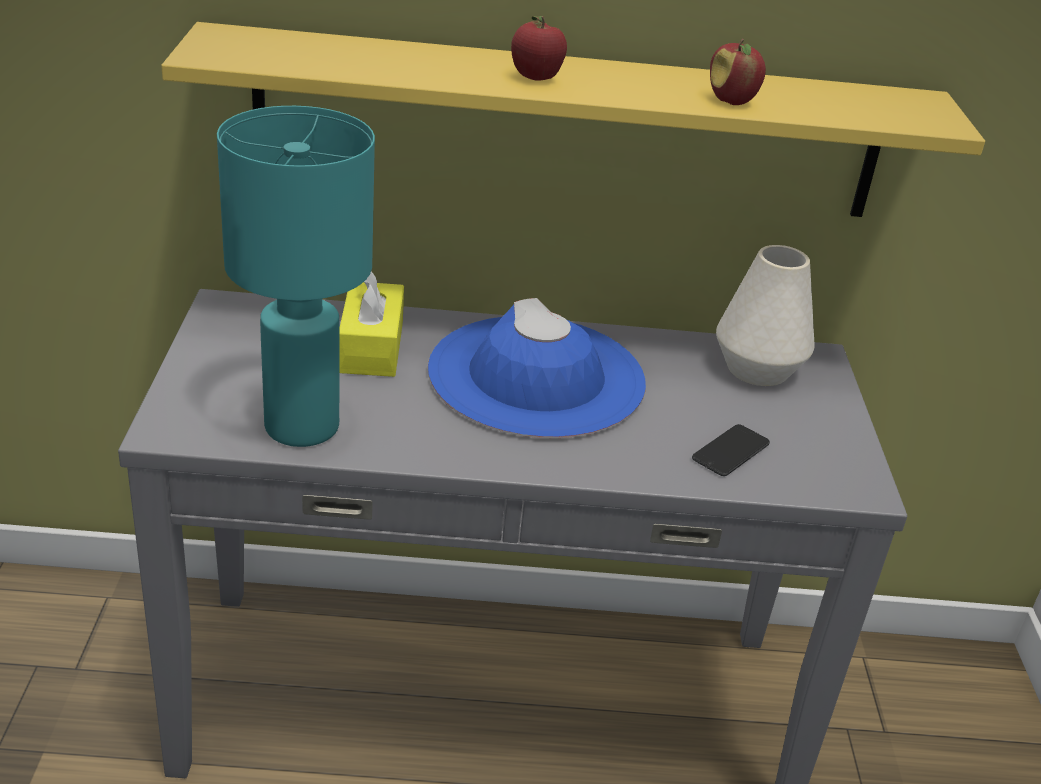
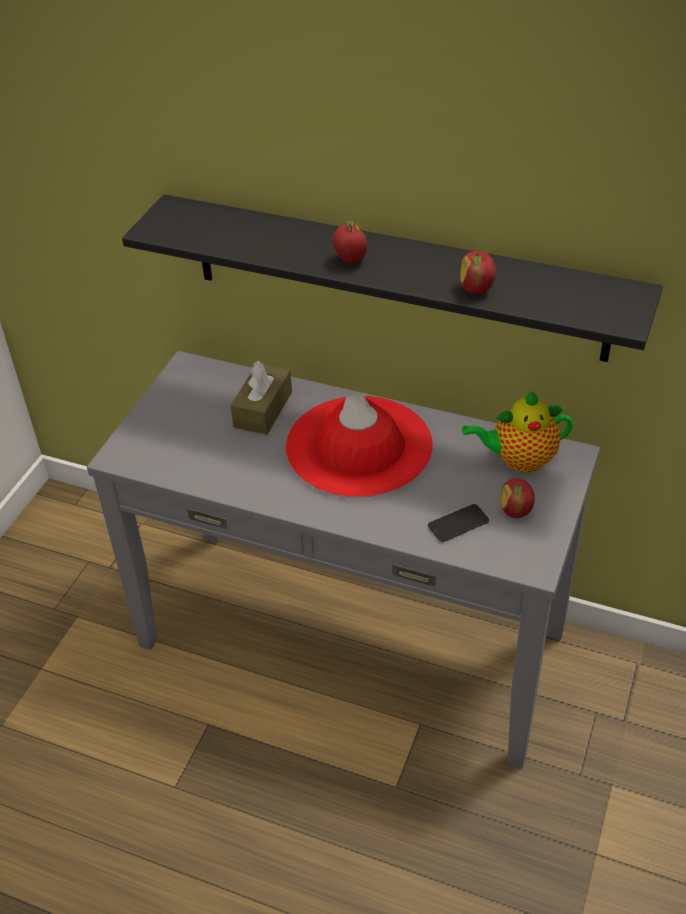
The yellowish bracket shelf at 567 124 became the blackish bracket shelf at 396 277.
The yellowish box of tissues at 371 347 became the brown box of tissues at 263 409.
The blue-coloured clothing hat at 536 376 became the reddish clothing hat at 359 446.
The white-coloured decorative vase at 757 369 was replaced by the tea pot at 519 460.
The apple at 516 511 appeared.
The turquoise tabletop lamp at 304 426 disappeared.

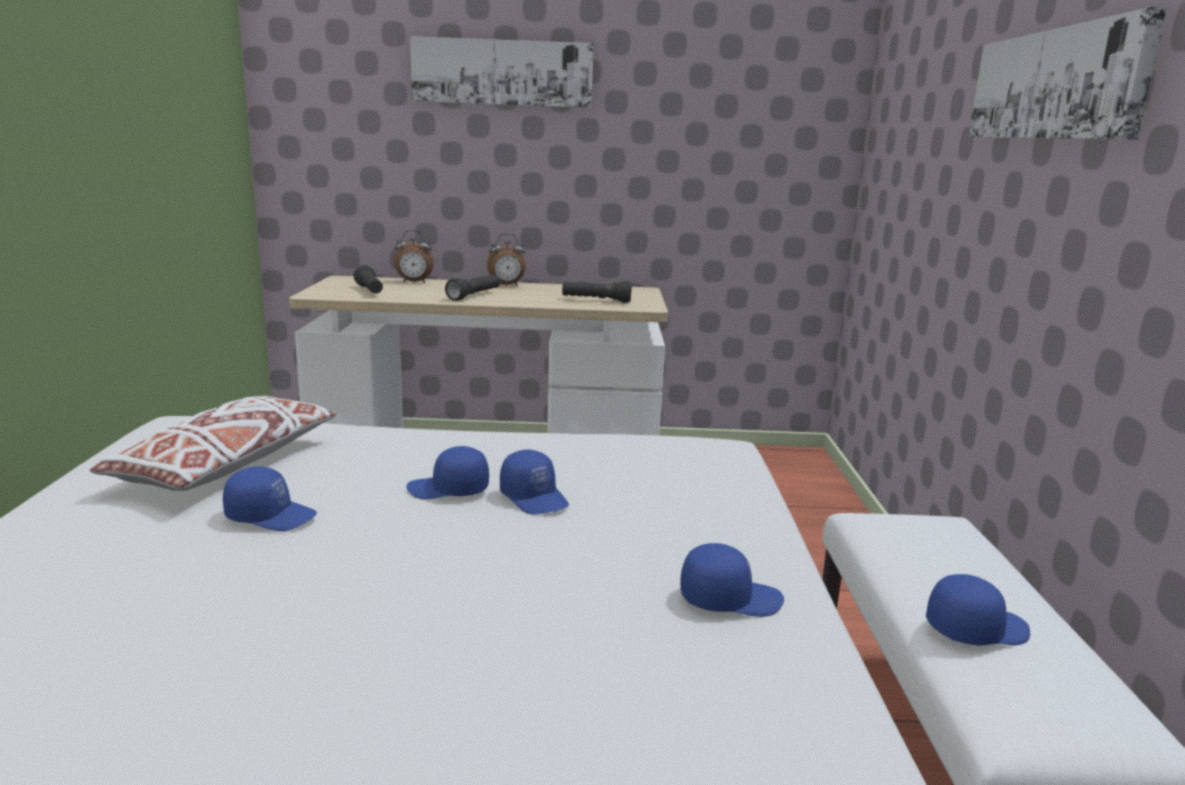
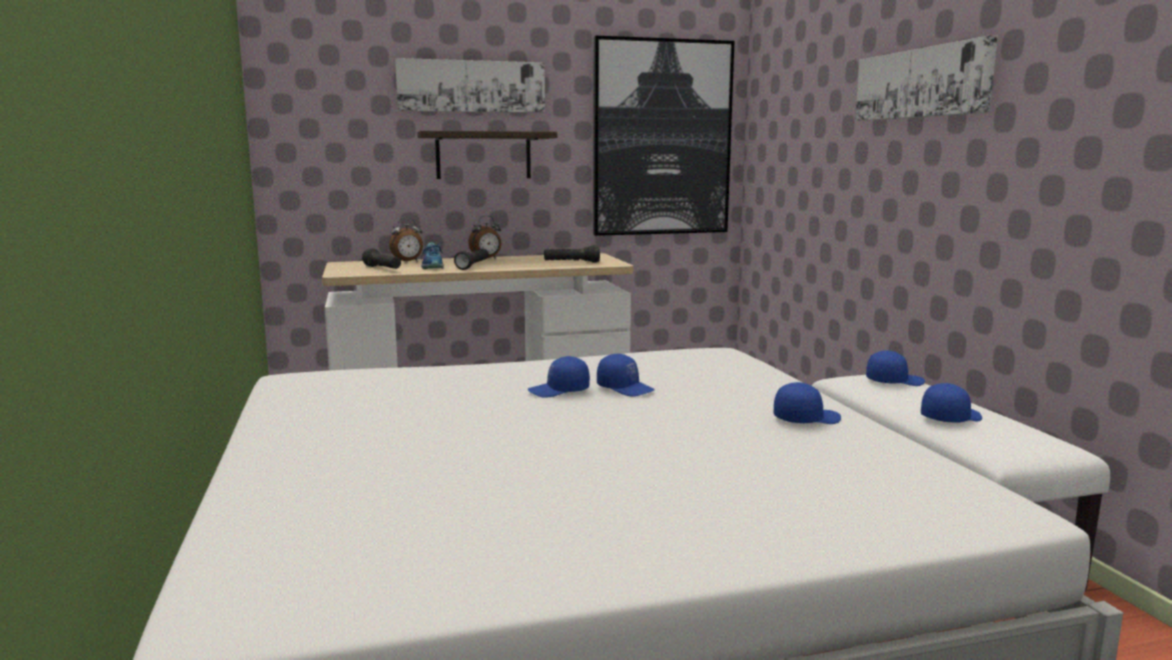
The bracket shelf at 483 155 appeared.
The shoe at 433 266 appeared.
The picture at 662 138 appeared.
The blue-coloured peaked cap moved from 271 516 to 894 381.
The white-coloured throw pillow at 227 464 disappeared.

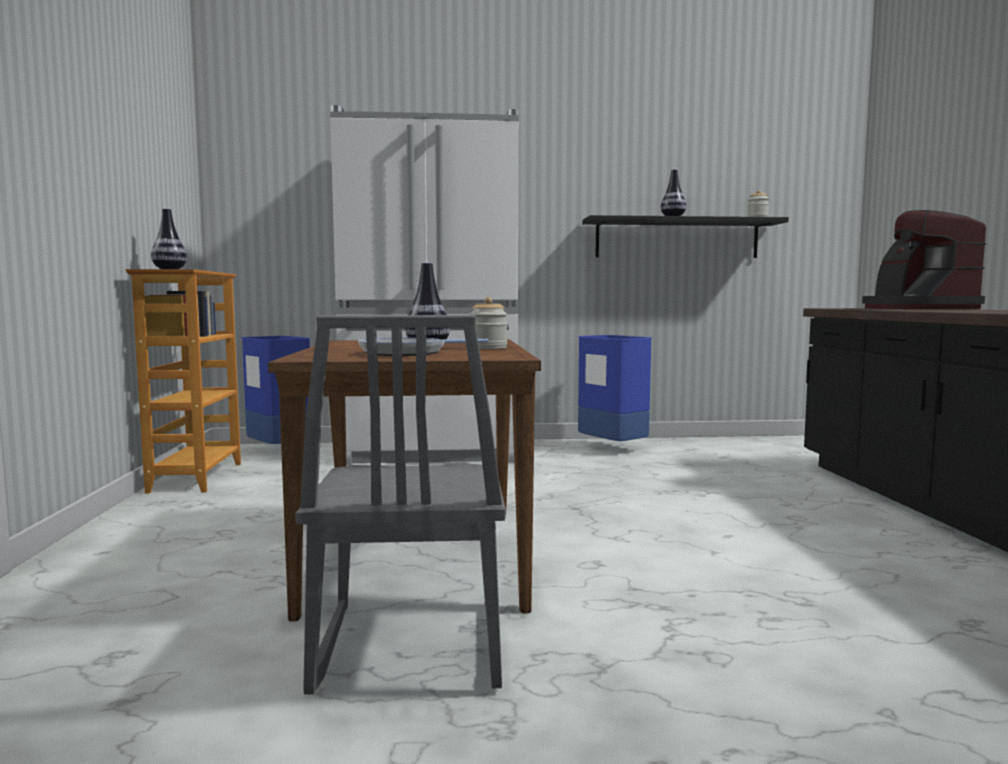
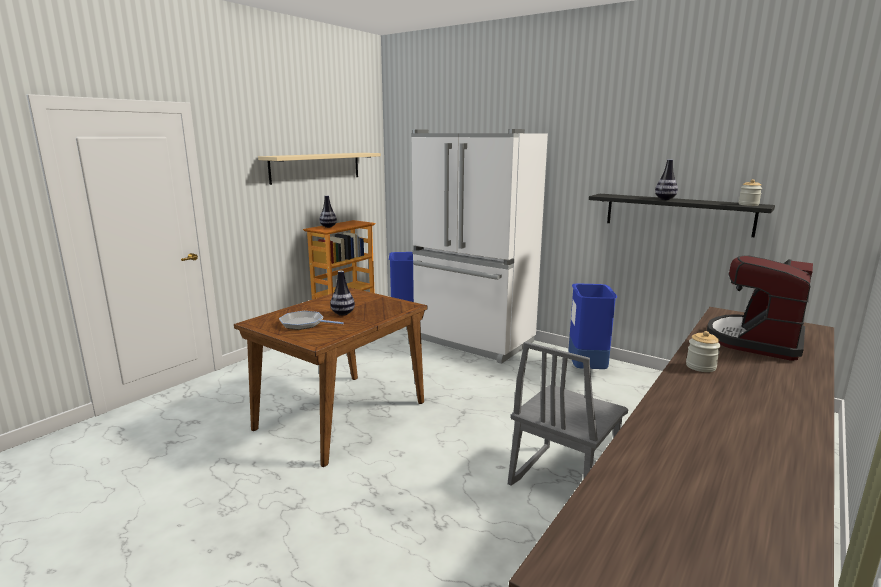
The beige bracket shelf at 316 167 appeared.
The grey chair moved from 408 646 to 562 479.
The jar moved from 488 348 to 700 366.

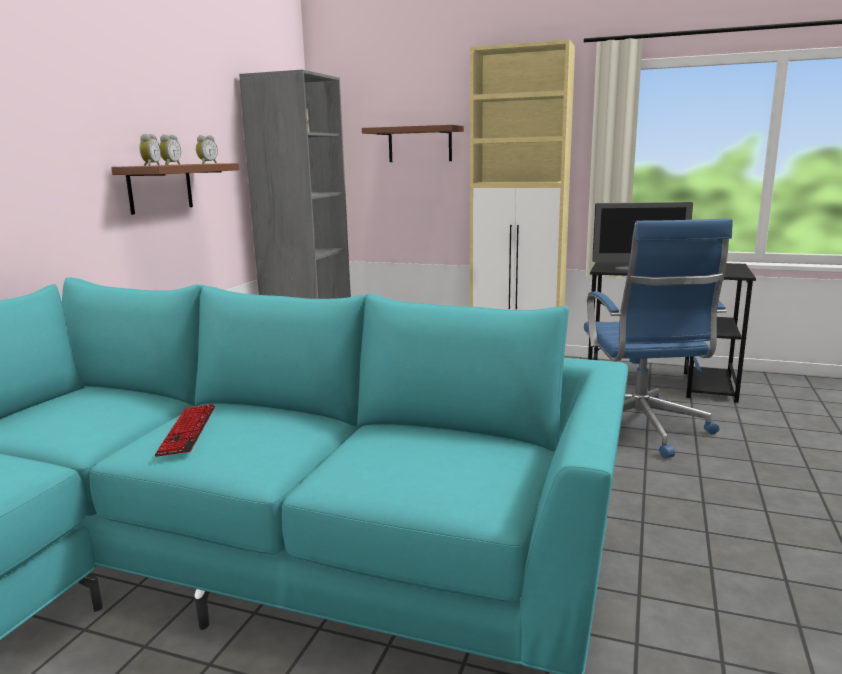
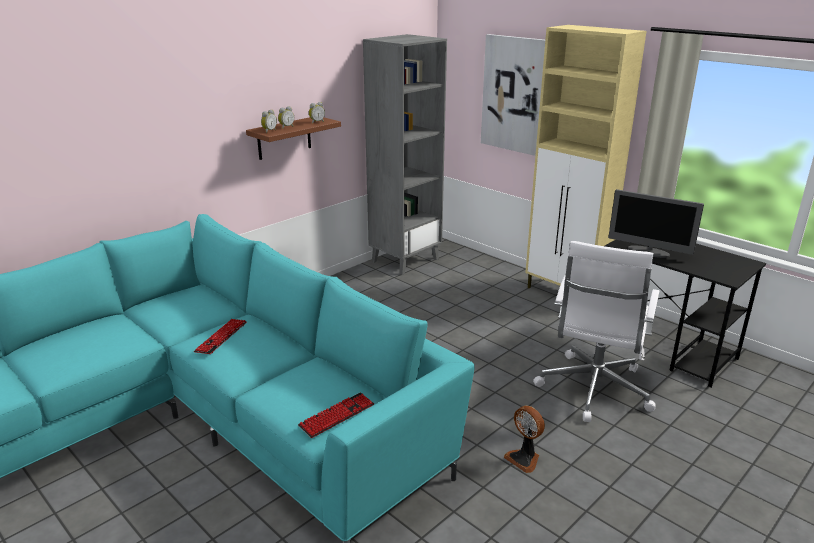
The computer keyboard at 337 416 appeared.
The brown bracket shelf at 420 144 was replaced by the picture at 515 94.
The fan at 524 459 appeared.
The blue-coloured office chair at 640 429 became the white-coloured office chair at 593 390.

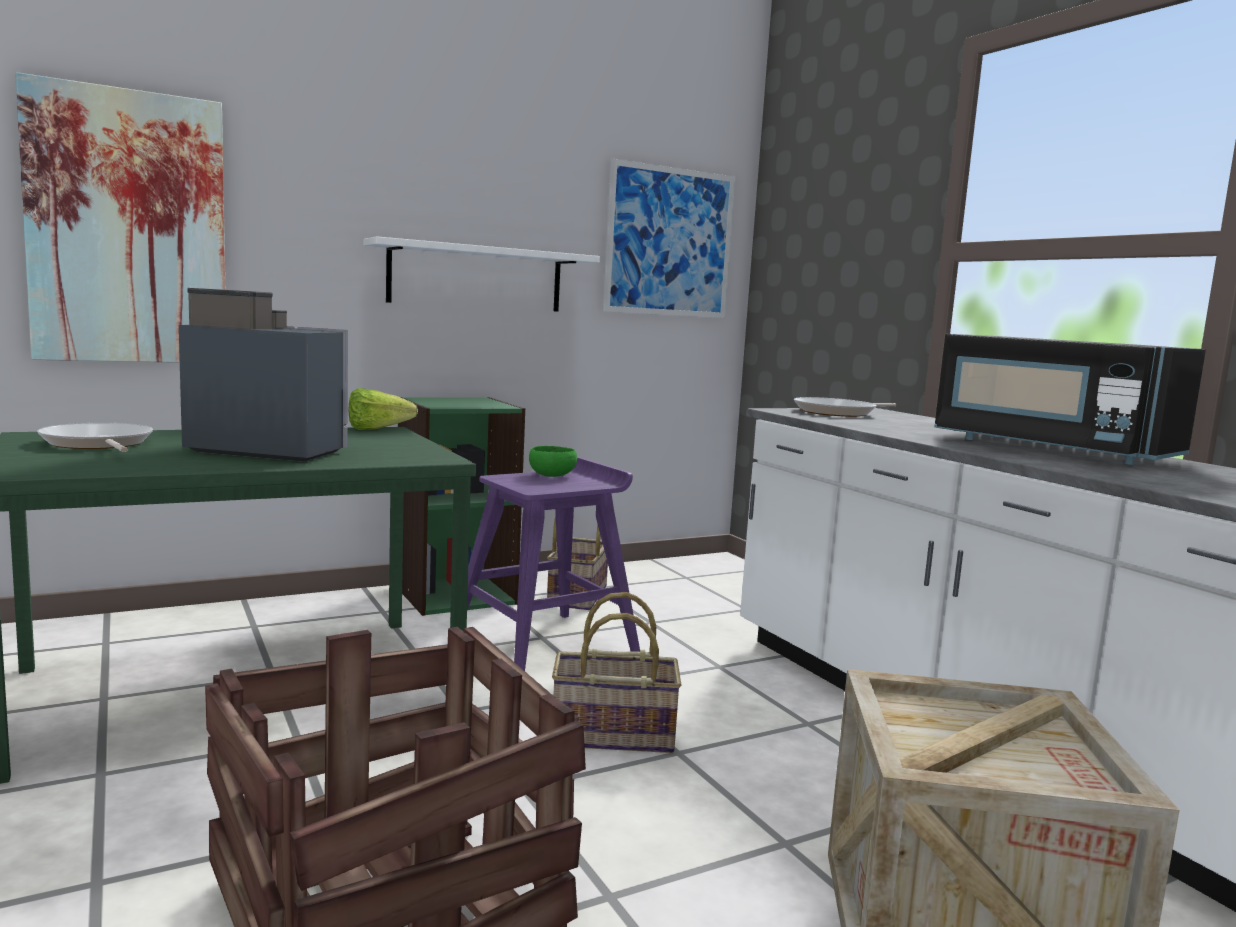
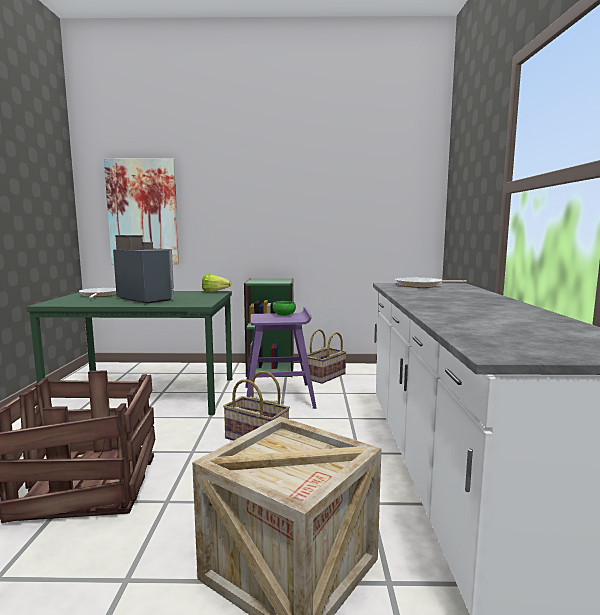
The white-coloured bracket shelf at 476 277 disappeared.
The picture at 669 242 disappeared.
The blackish microwave at 1049 449 disappeared.

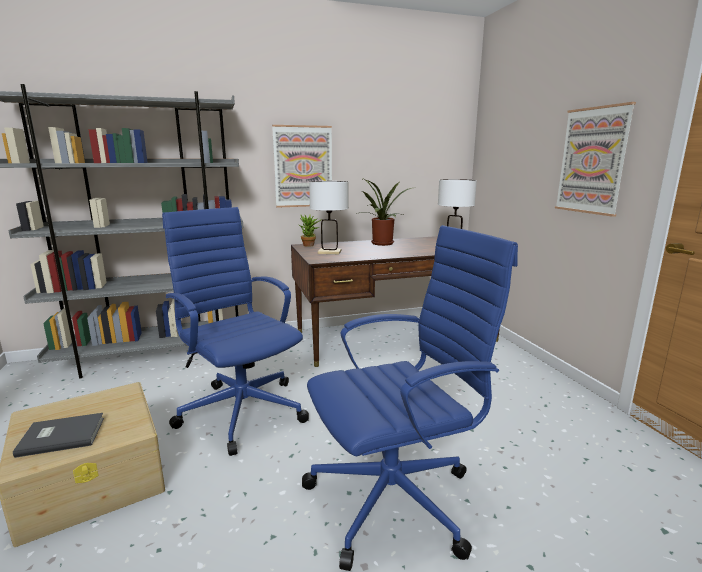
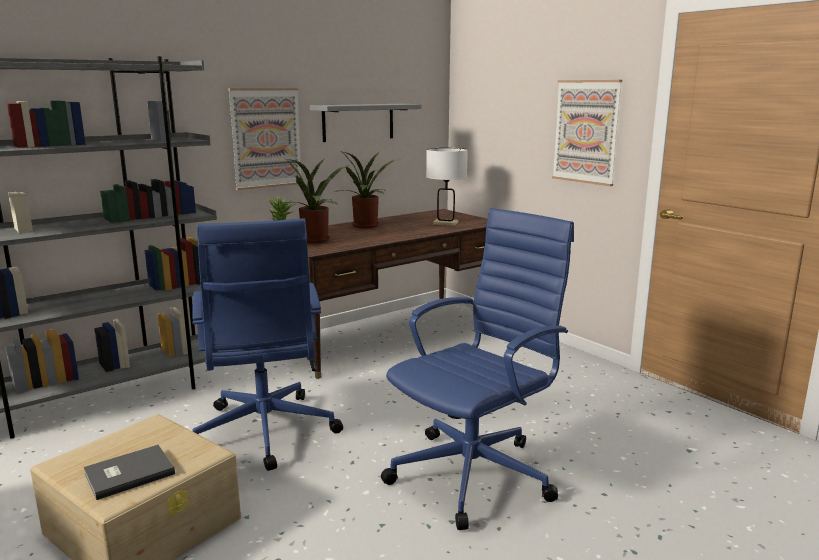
The blue-coloured office chair at 242 410 turned 135 degrees counterclockwise.
The white-coloured tabletop lamp at 329 252 was replaced by the houseplant at 316 241.
The grey bracket shelf at 358 122 appeared.

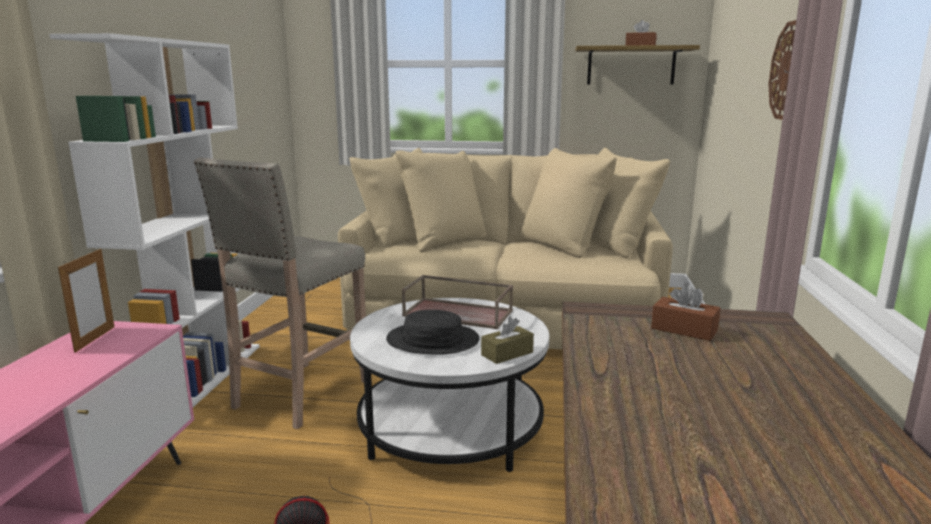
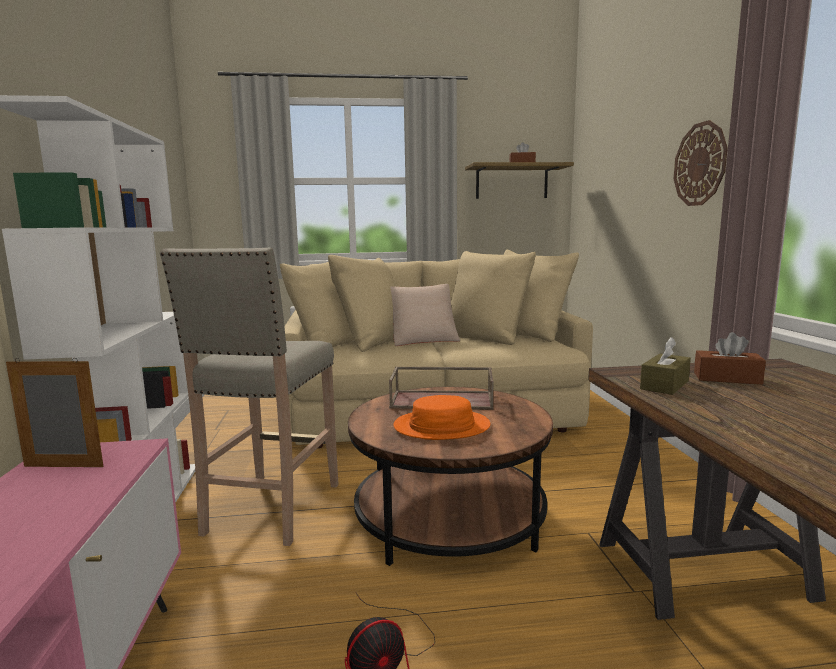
The standing frame at 95 339 turned 75 degrees counterclockwise.
The white-coloured coffee table at 450 427 became the brown coffee table at 449 517.
The beige throw pillow at 423 340 appeared.
The blackish clothing hat at 432 341 became the orangey clothing hat at 441 427.
The brown box of tissues moved from 507 353 to 664 385.

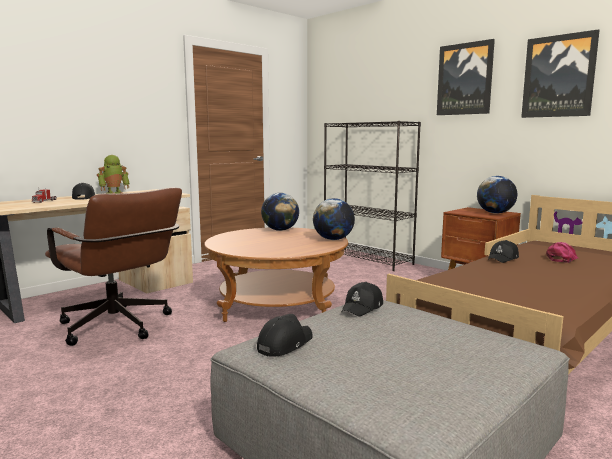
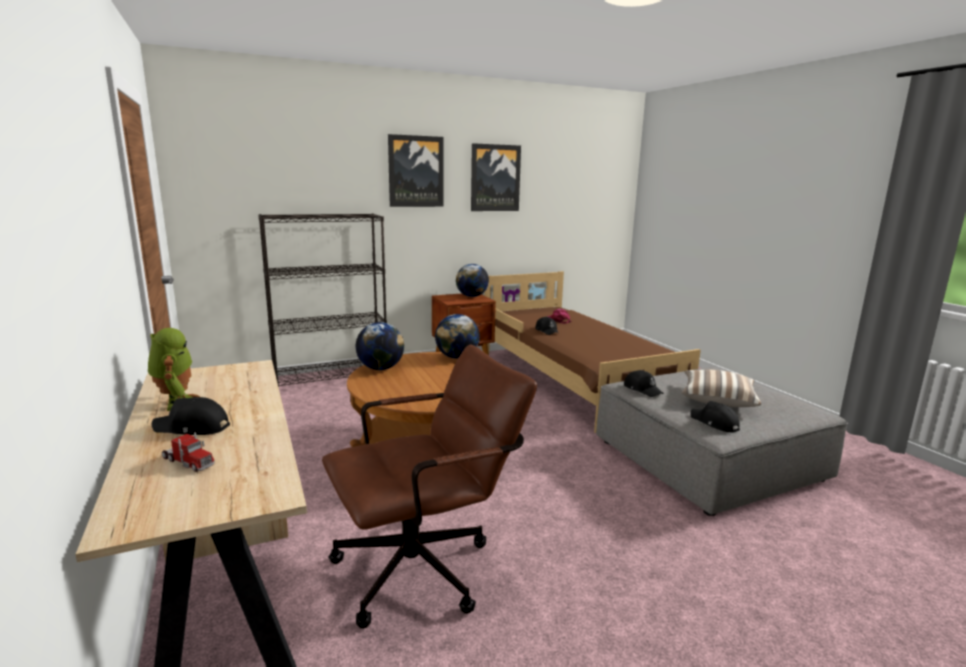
The throw pillow at 717 400 appeared.

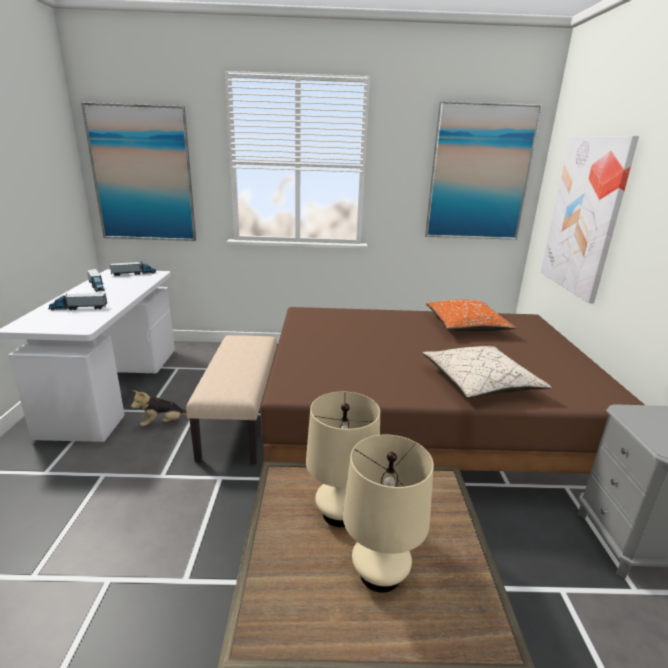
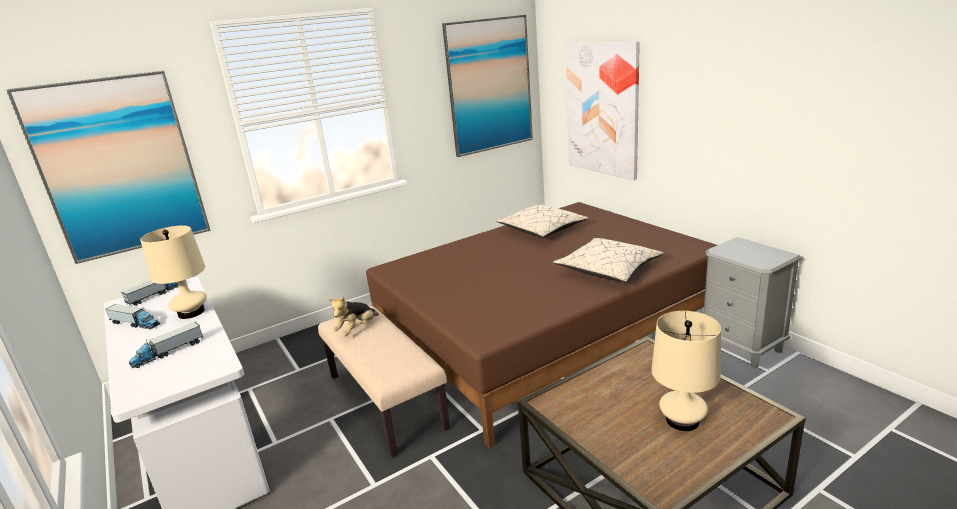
The beige tabletop lamp moved from 340 513 to 191 312.
The plush toy moved from 163 423 to 357 329.
The orangey throw pillow at 466 326 became the beige throw pillow at 542 230.

